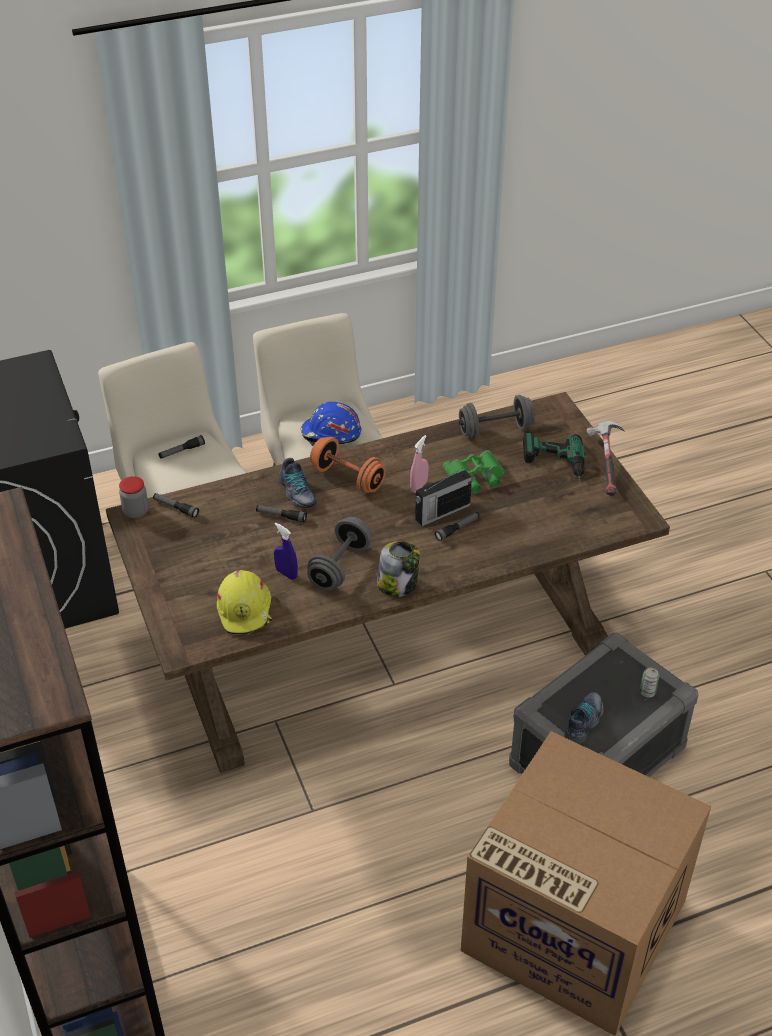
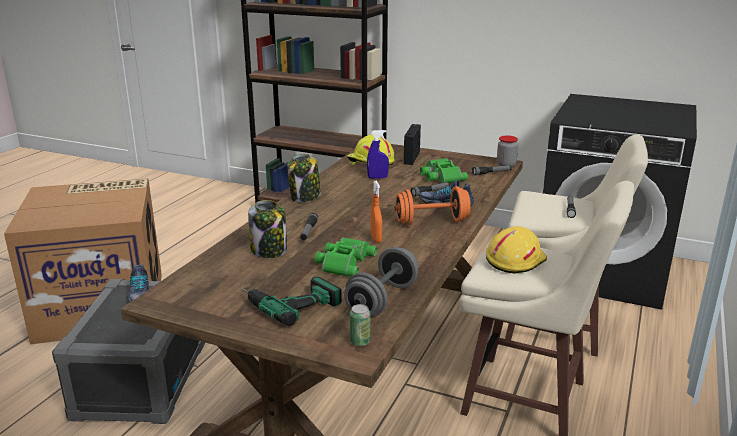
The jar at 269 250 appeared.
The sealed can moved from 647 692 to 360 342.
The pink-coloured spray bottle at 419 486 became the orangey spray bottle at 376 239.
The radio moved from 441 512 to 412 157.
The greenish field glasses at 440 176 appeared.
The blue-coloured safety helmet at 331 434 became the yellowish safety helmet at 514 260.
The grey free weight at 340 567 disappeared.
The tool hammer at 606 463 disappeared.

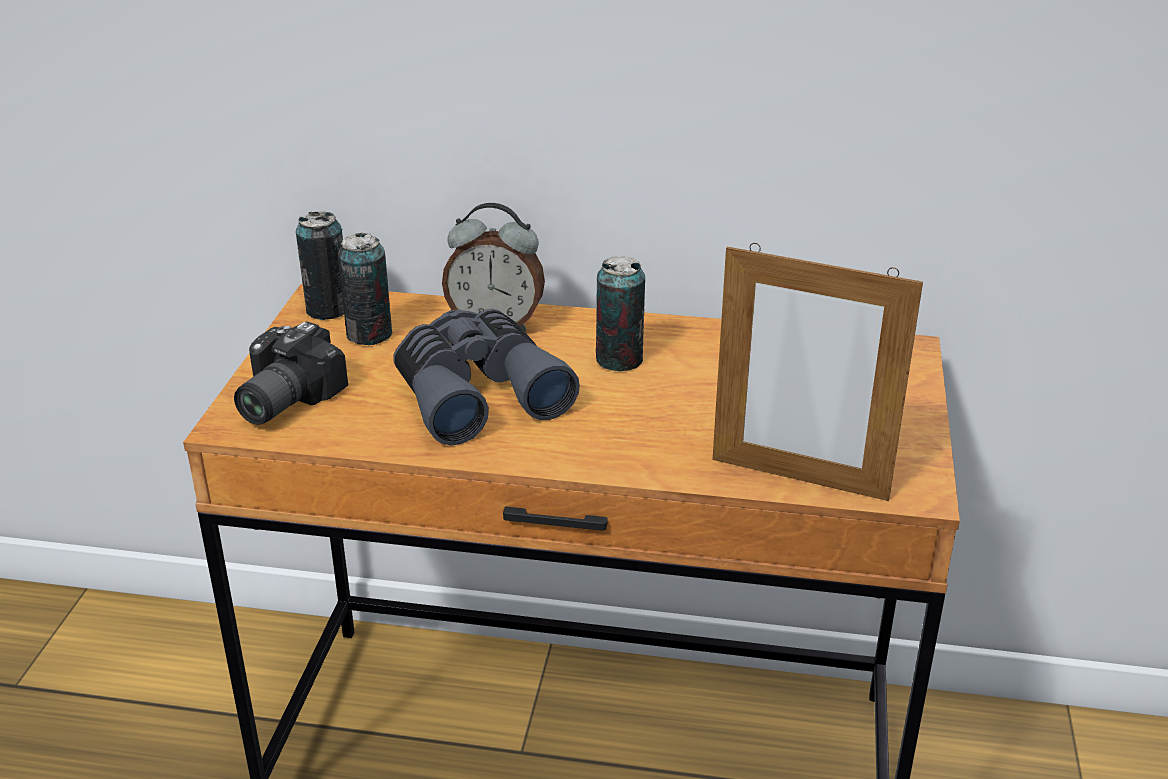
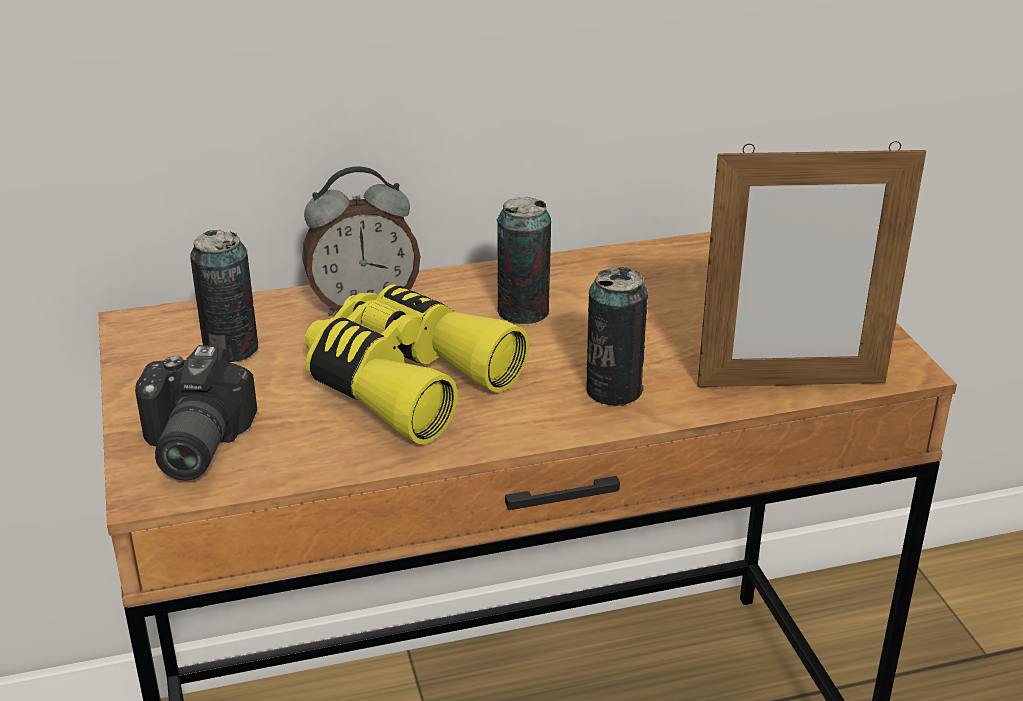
The grey field glasses at 477 393 became the yellowish field glasses at 405 382.
The sealed can moved from 328 309 to 613 390.

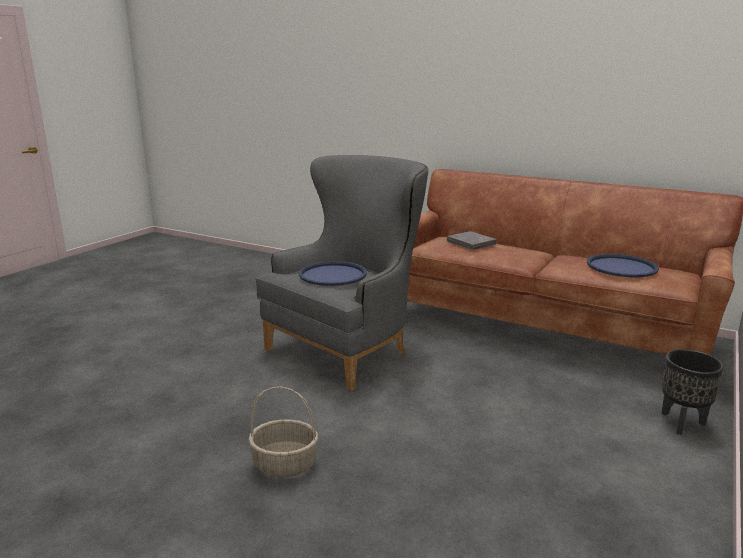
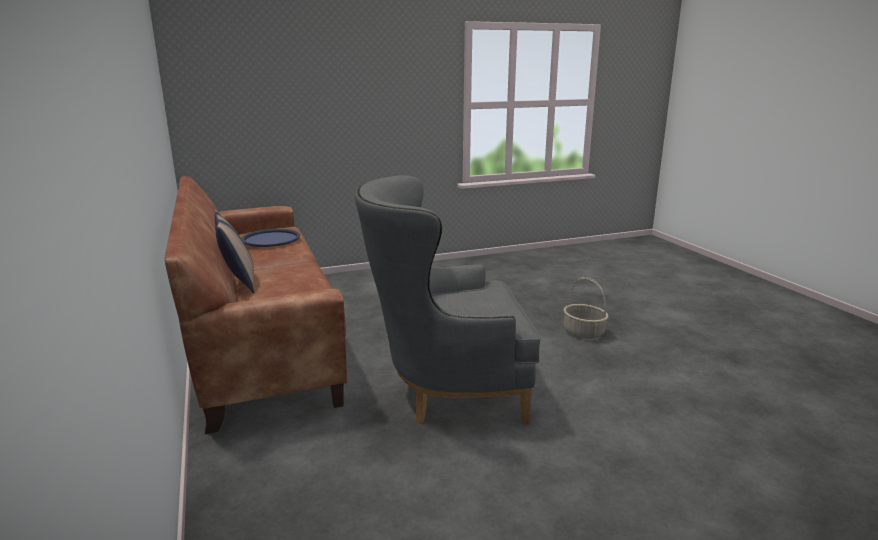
The throw pillow at 238 282 appeared.
The blue-coloured serving tray at 332 274 disappeared.
The grey volume at 471 243 disappeared.
The blackish plant pot at 682 423 disappeared.

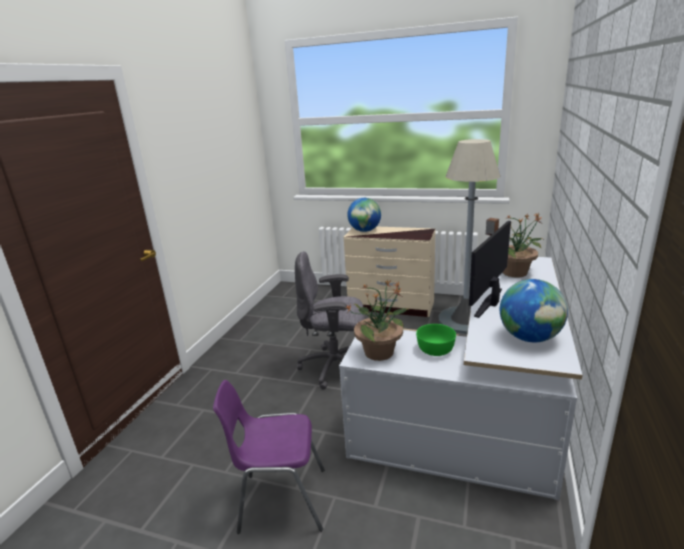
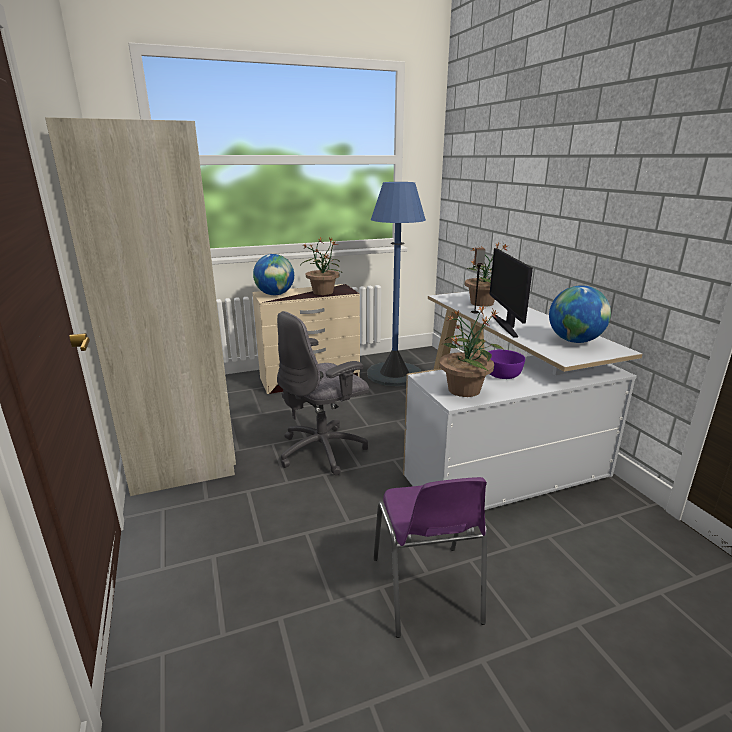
The beige wardrobe at 183 440 appeared.
The houseplant at 323 292 appeared.
The grey floor lamp at 465 320 became the blue-coloured floor lamp at 394 374.
The purplish chair at 280 500 turned 60 degrees counterclockwise.
The greenish deep dish at 436 350 became the purplish deep dish at 503 374.

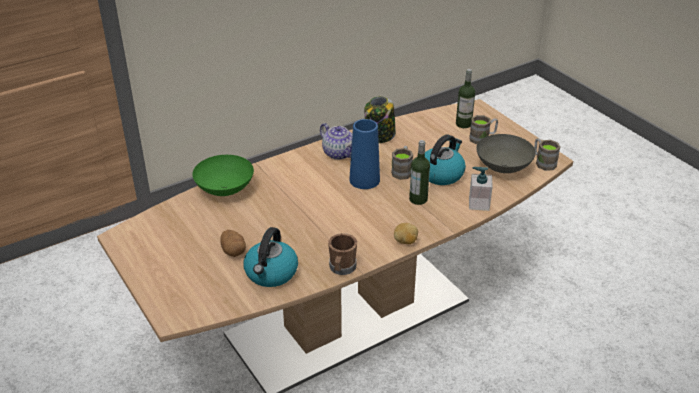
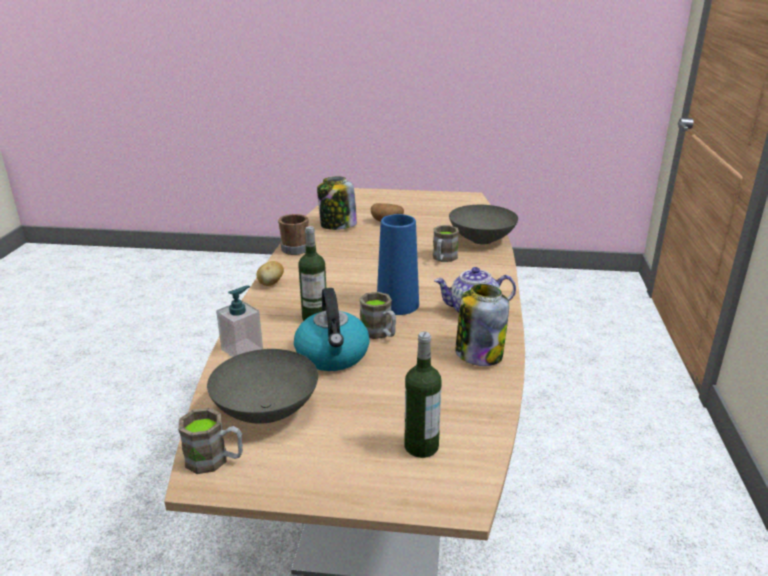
The tea kettle at 271 273 was replaced by the jar at 337 225.
The brown tea mug moved from 483 138 to 443 259.
The greenish deep dish at 224 189 became the grey deep dish at 482 240.

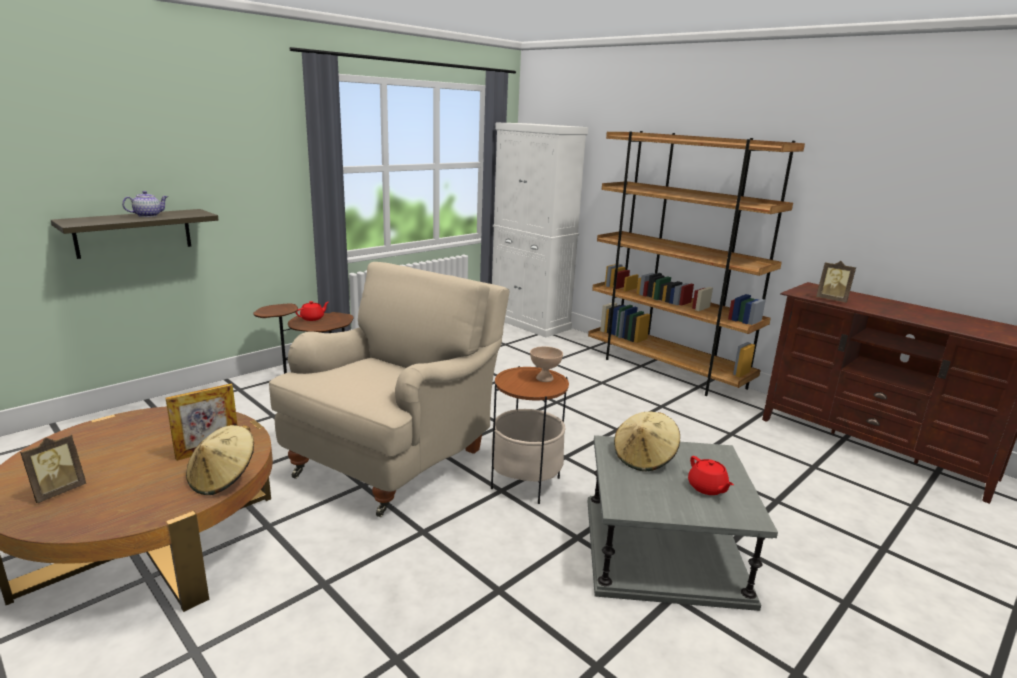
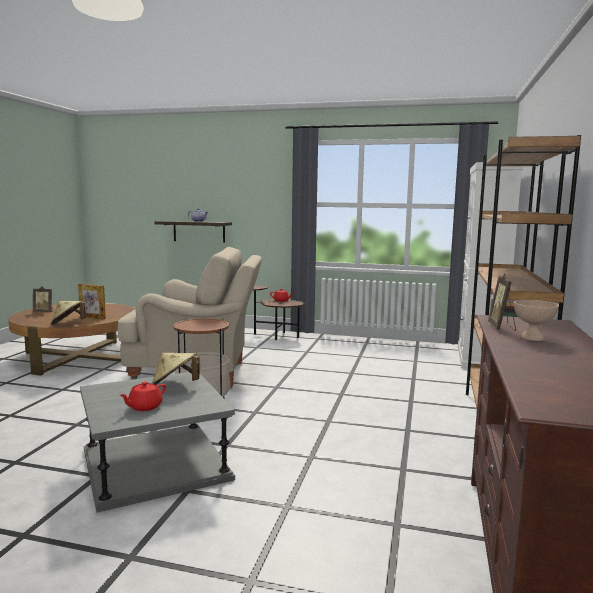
The beige deep dish moved from 544 378 to 531 338.

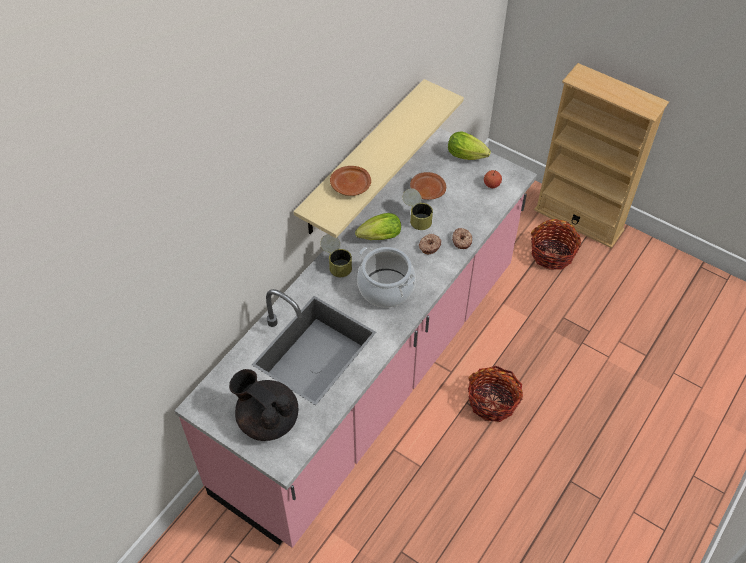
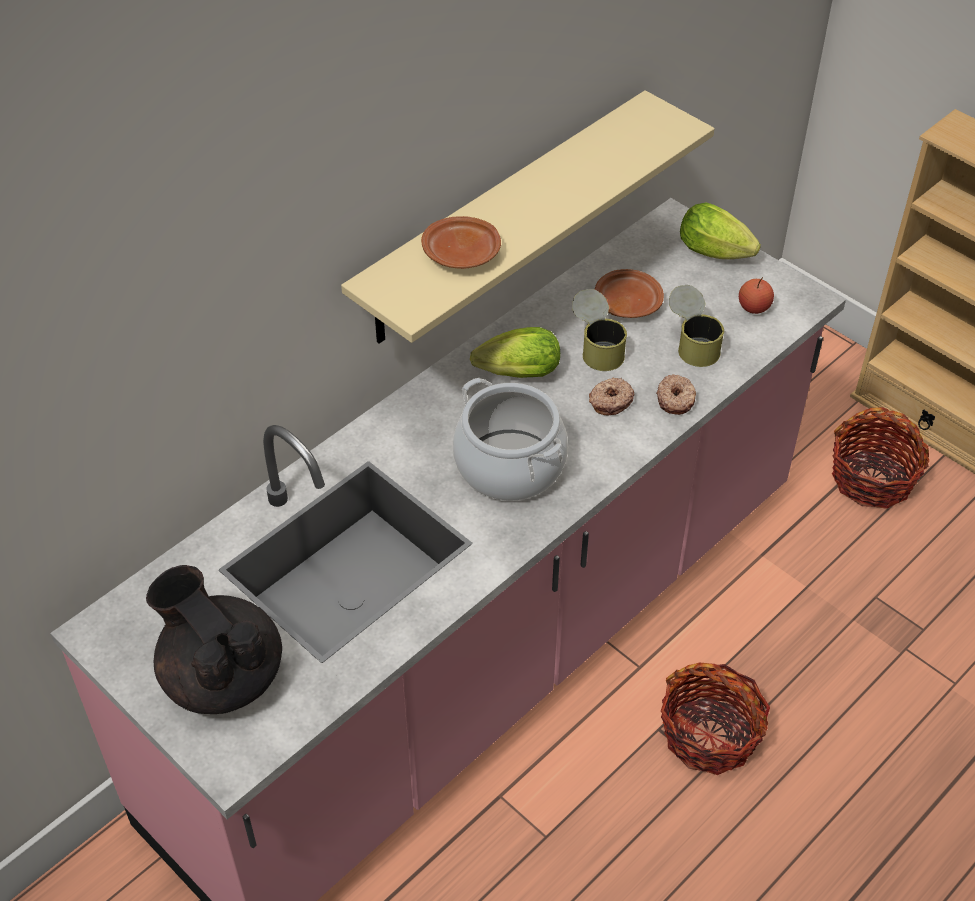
The sealed can moved from 336 263 to 692 343.

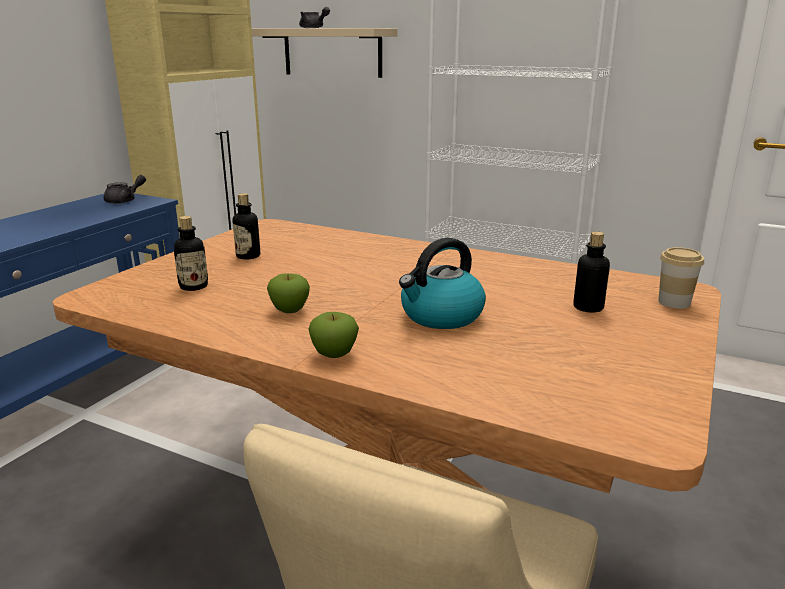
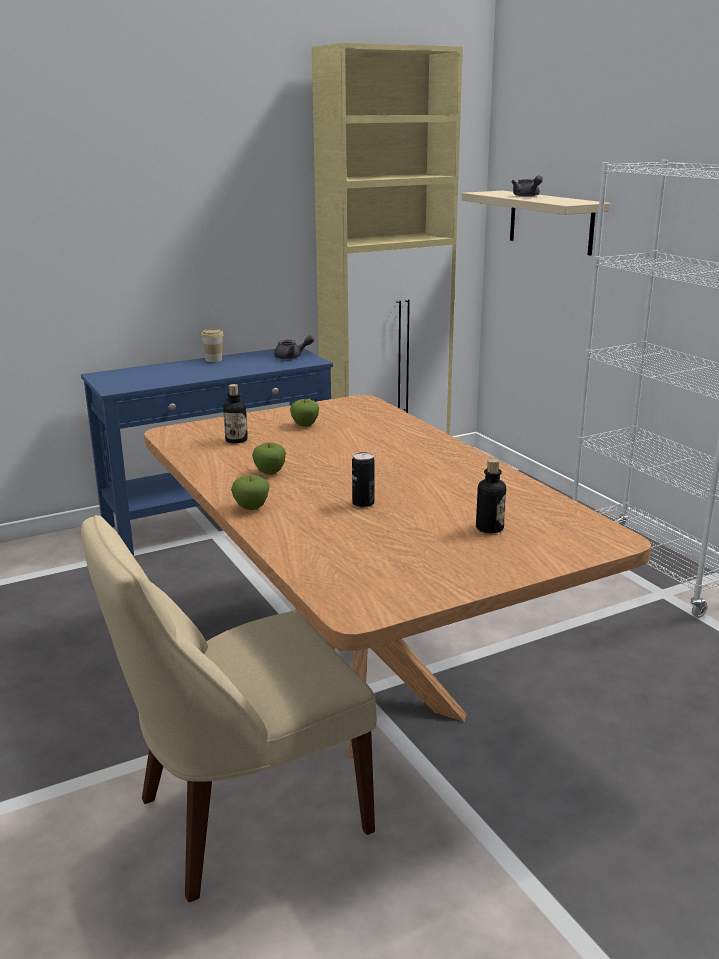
The cup moved from 674 302 to 213 360.
The drink bottle at 248 256 was replaced by the apple at 305 425.
The tea kettle at 441 316 was replaced by the sealed can at 363 503.

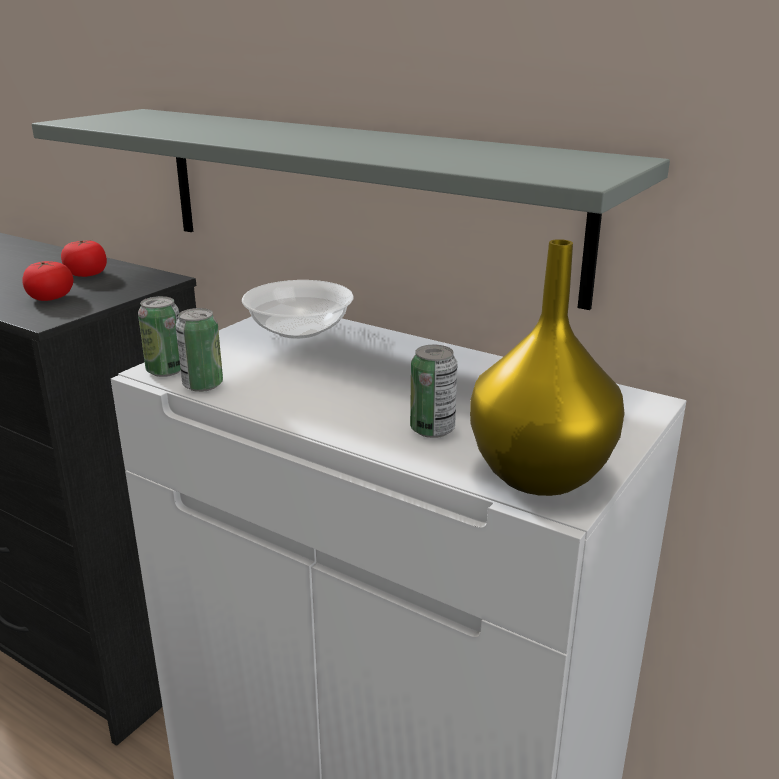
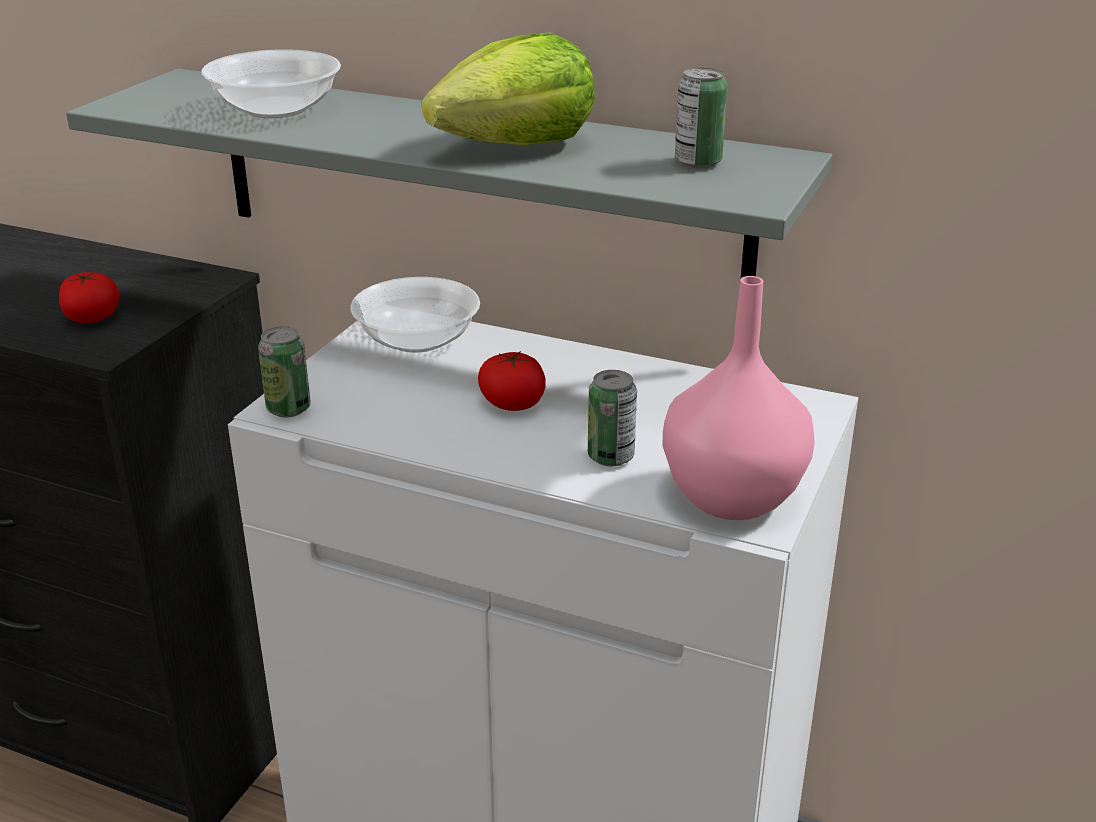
The deep dish at 276 110 appeared.
The lettuce at 516 146 appeared.
The fresh tomato moved from 86 274 to 512 403.
The yellowish decorative vase at 537 476 became the pink-coloured decorative vase at 730 499.
The sealed can moved from 203 385 to 698 162.

